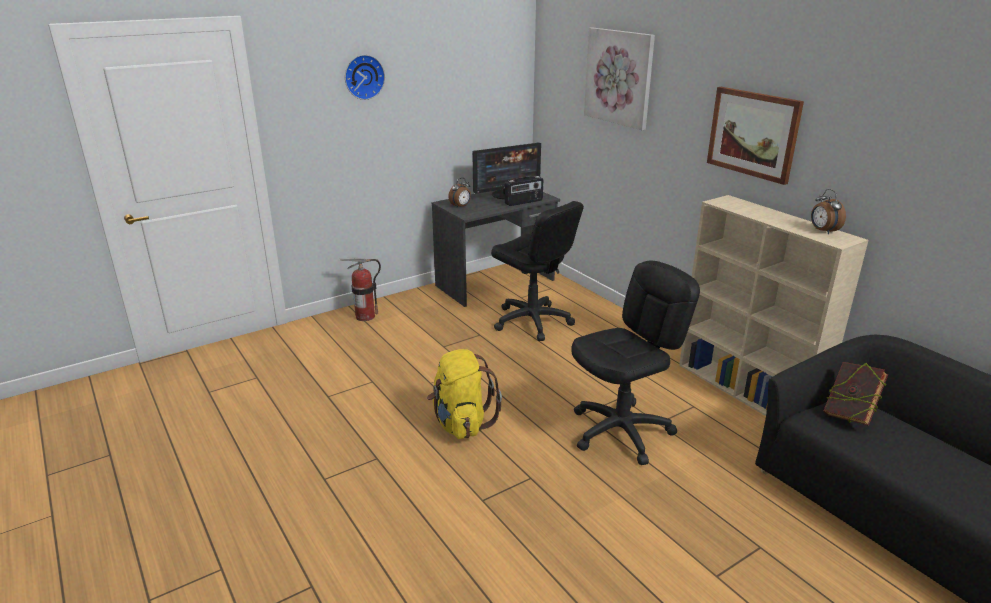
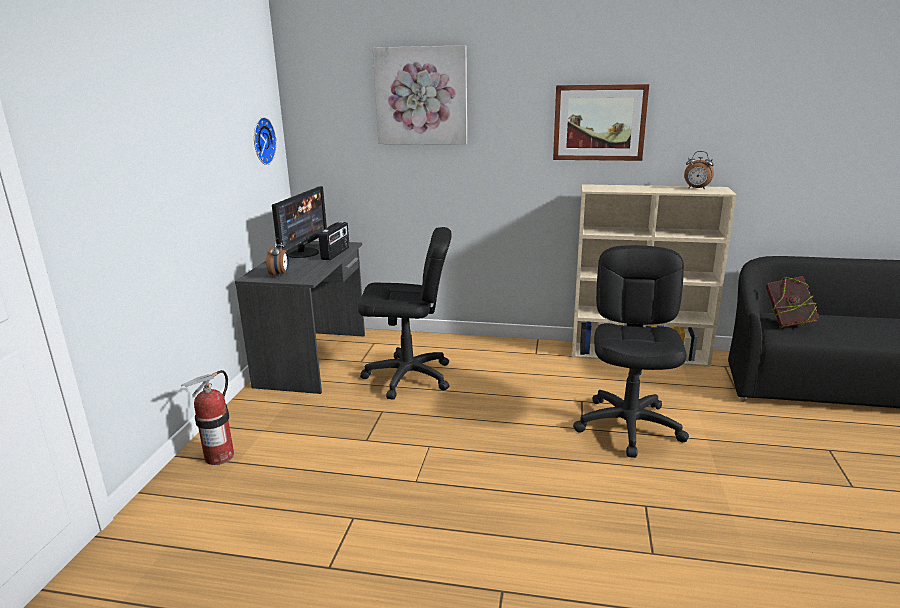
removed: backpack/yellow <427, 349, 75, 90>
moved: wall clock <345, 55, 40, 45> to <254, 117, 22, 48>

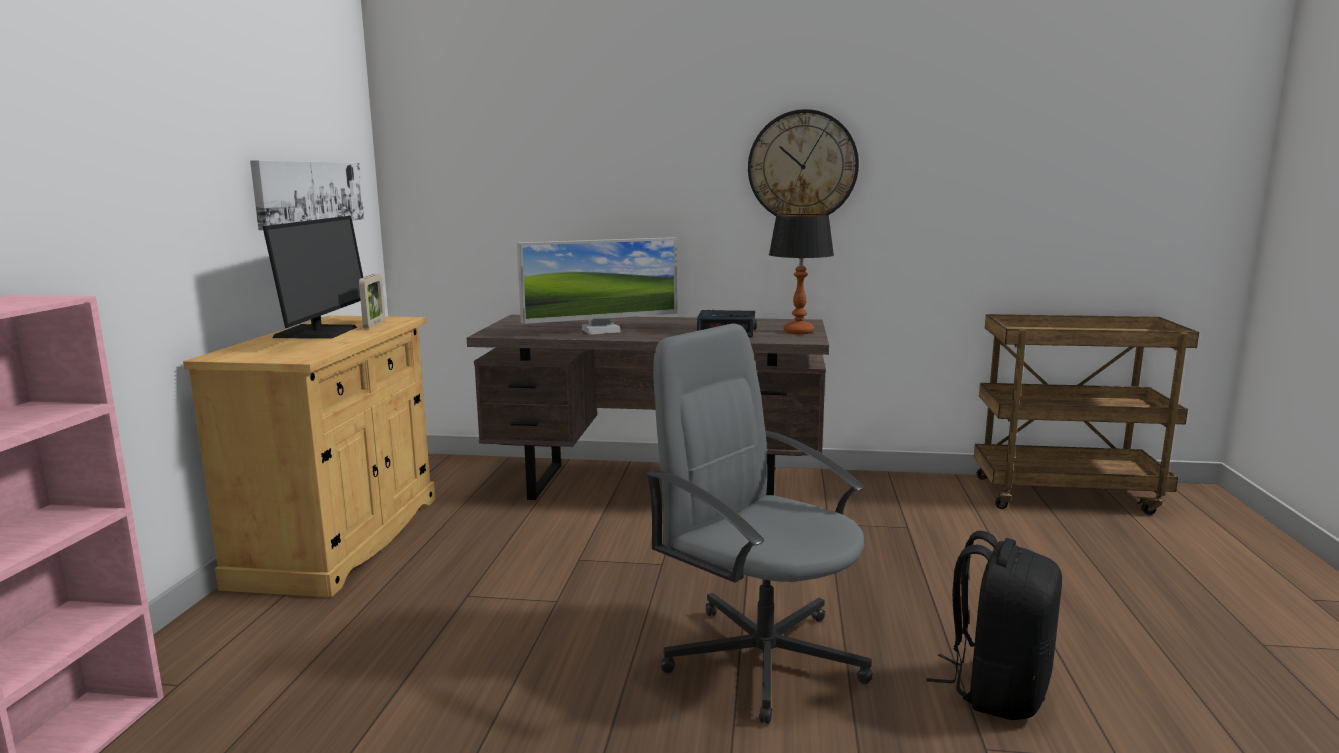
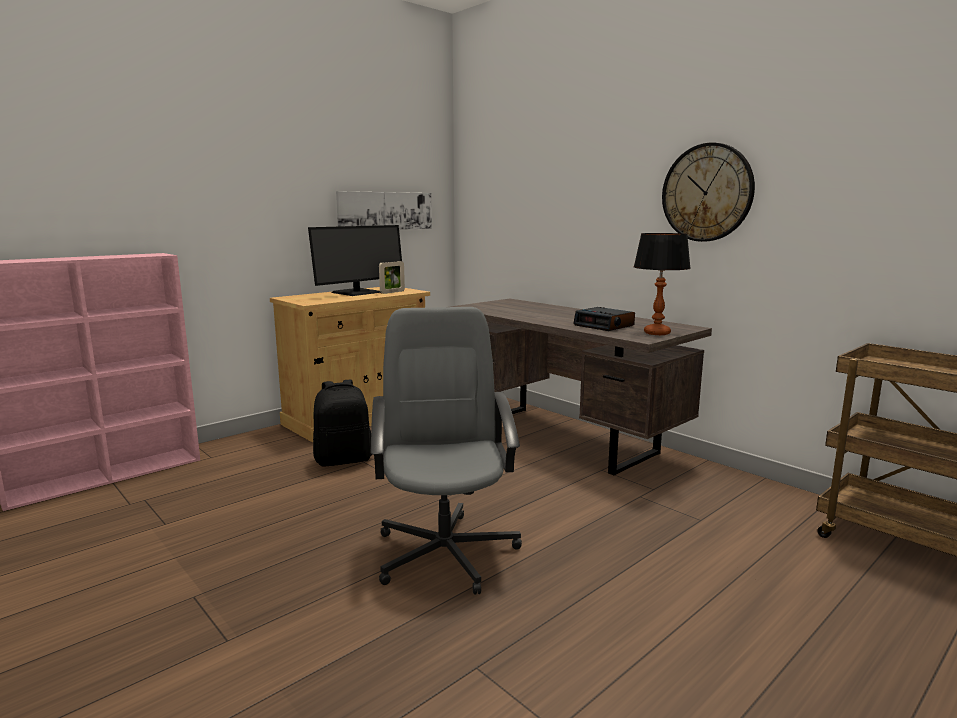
removed: monitor <517, 237, 160, 98>
moved: backpack/black <926, 531, 136, 189> to <313, 380, 59, 87>

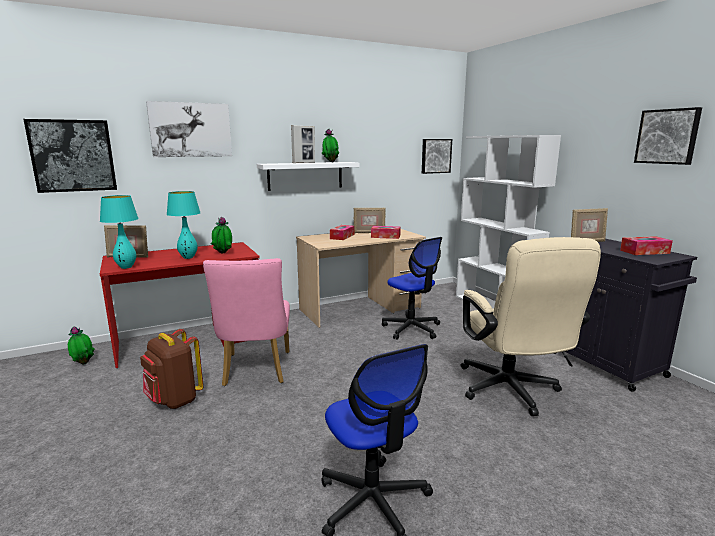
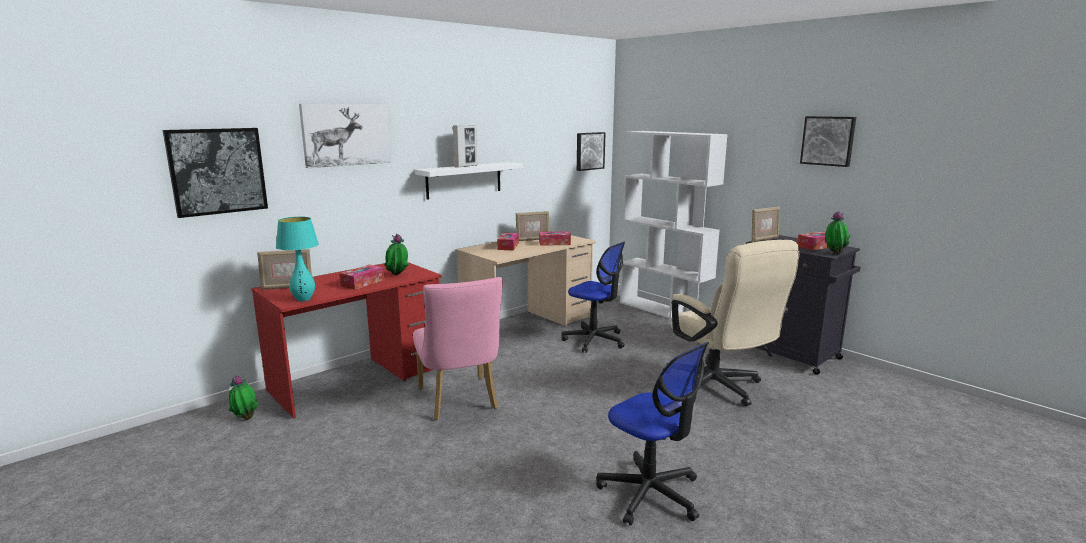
removed: backpack/brown <140, 329, 63, 80>
moved: potted plant <322, 129, 17, 33> to <826, 212, 24, 42>
replaced: table lamp/turquoise <167, 191, 34, 68> to tissue box <339, 265, 46, 25>

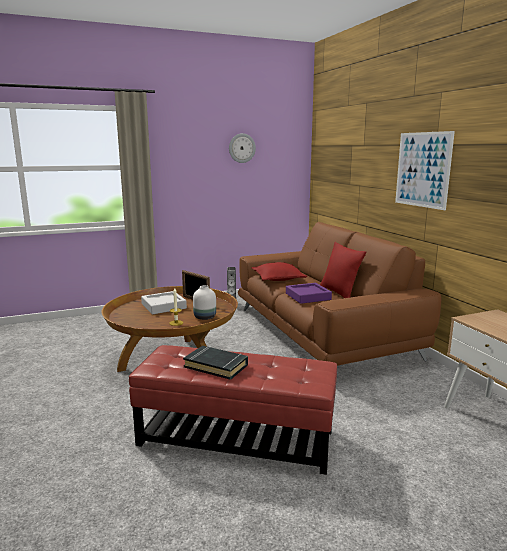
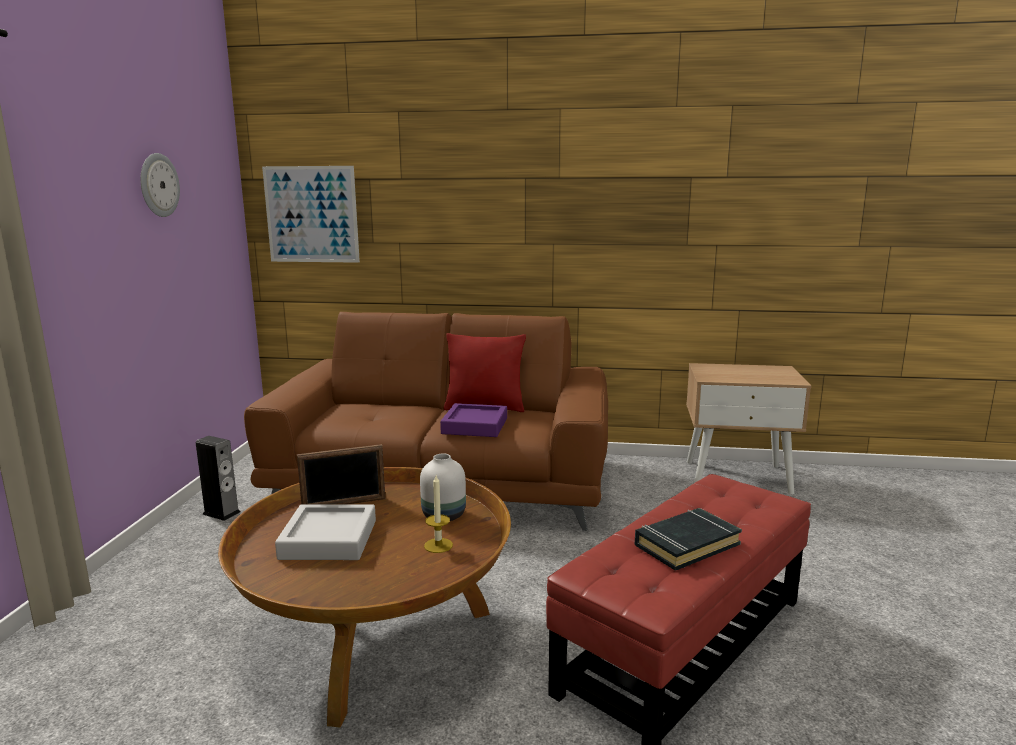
removed: pillow/red <252, 262, 55, 19>
moved: picture <395, 131, 60, 79> to <262, 166, 98, 97>

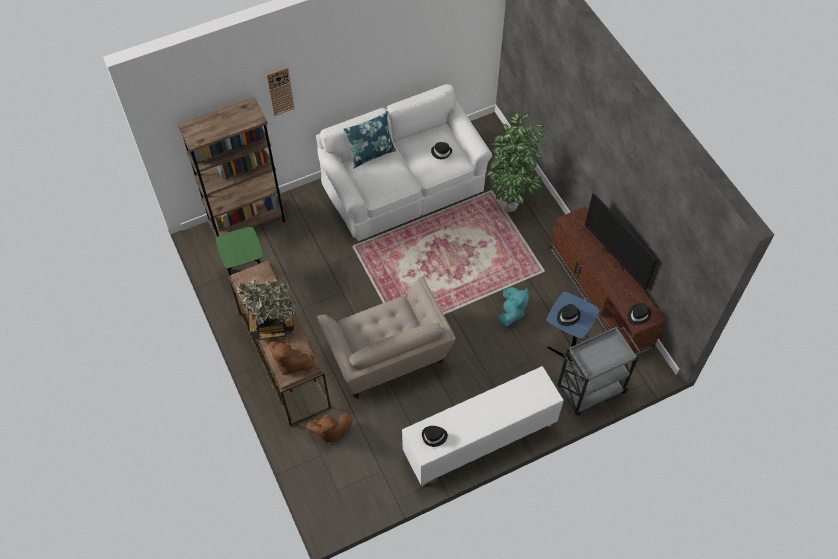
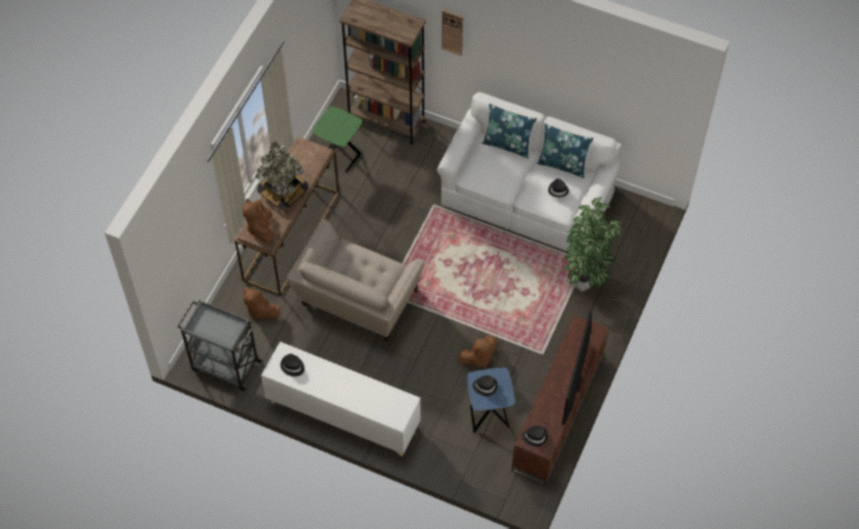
added: pillow/blue <536, 123, 58, 55>
moved: cart/grey <558, 326, 84, 89> to <177, 300, 85, 91>
recoloured: plush toy/turquoise <498, 287, 31, 40> to plush toy/brown <458, 334, 39, 34>

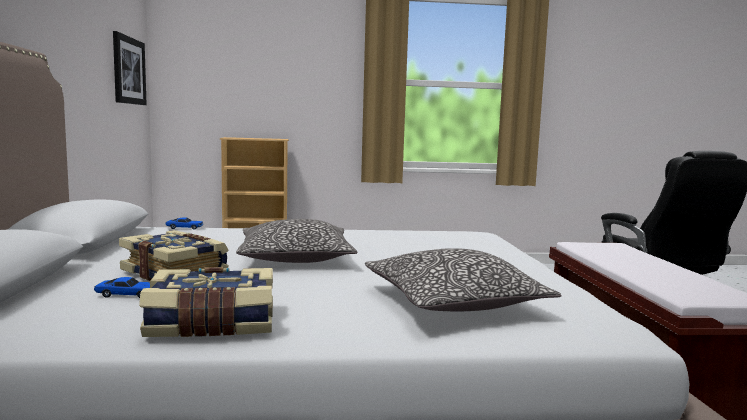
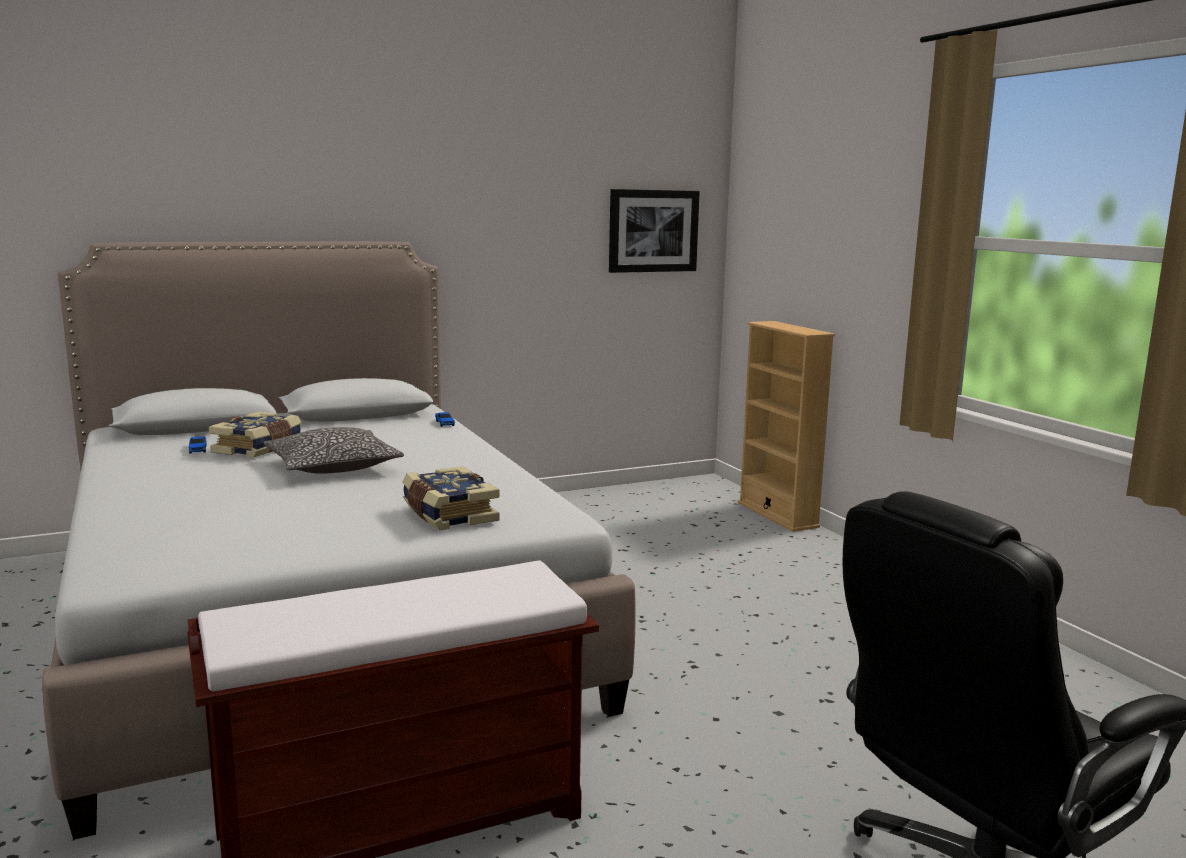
removed: pillow <365, 248, 197, 63>
moved: book <139, 267, 134, 70> to <403, 466, 97, 64>

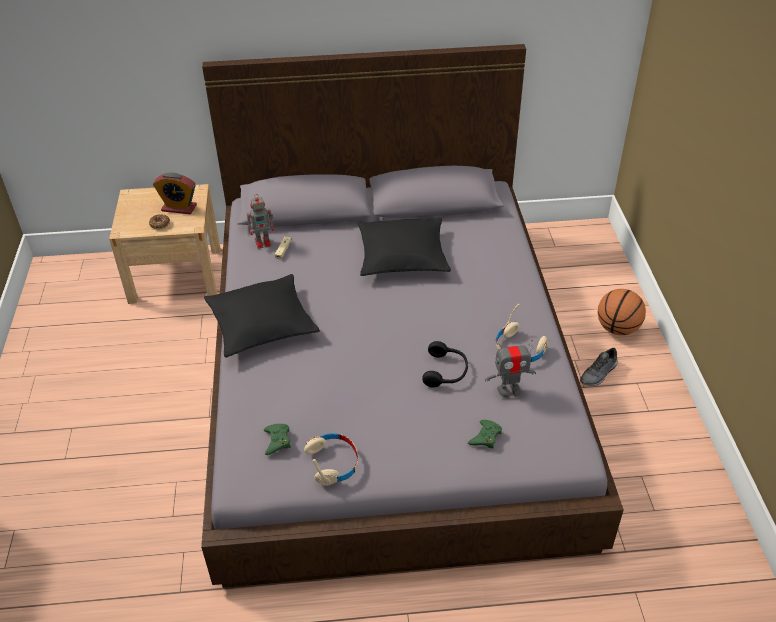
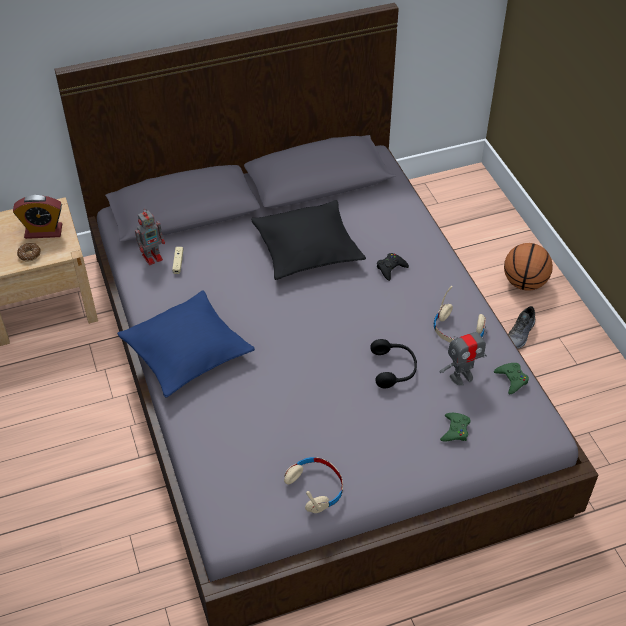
added: game controller/black <377, 253, 32, 28>
moved: game controller/green <264, 424, 27, 31> to <494, 363, 35, 31>
recoloured: pillow/black <204, 274, 116, 84> to pillow/blue <117, 290, 138, 108>

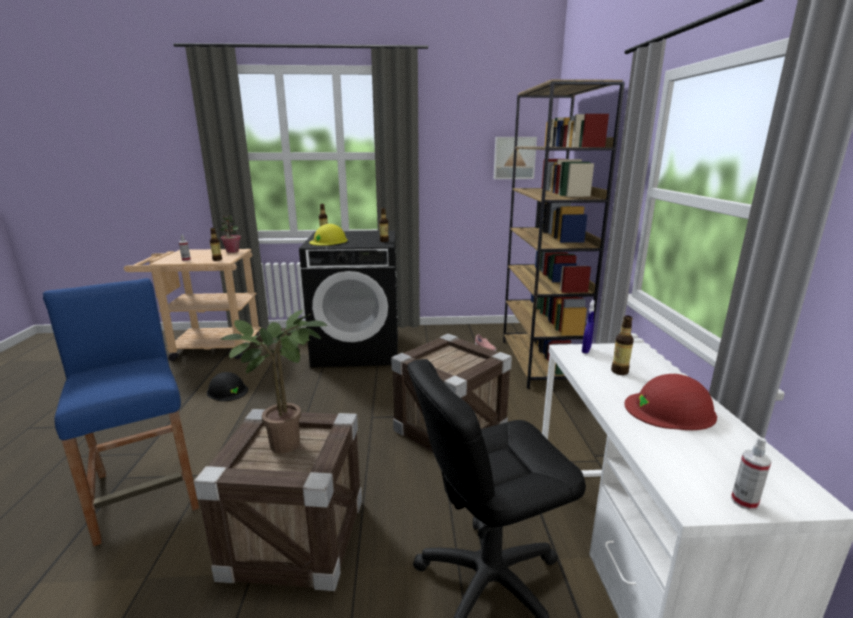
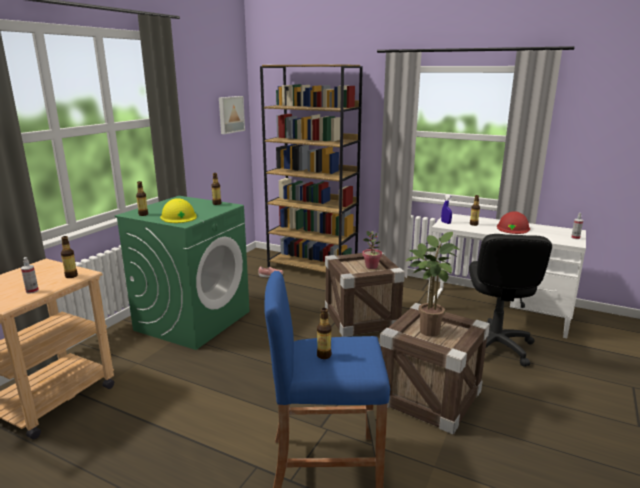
removed: hard hat/black <207, 372, 41, 29>
added: bottle <317, 308, 14, 51>
moved: potted plant <219, 215, 22, 38> to <362, 231, 20, 38>
recoloured: washing machine/black <299, 231, 99, 136> to washing machine/green <115, 196, 135, 154>

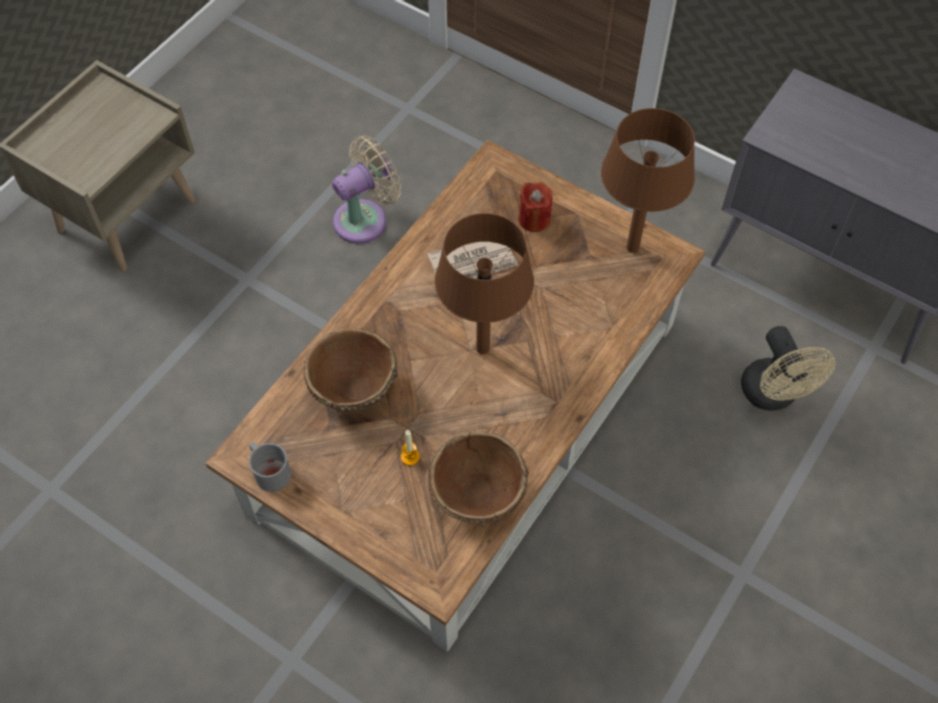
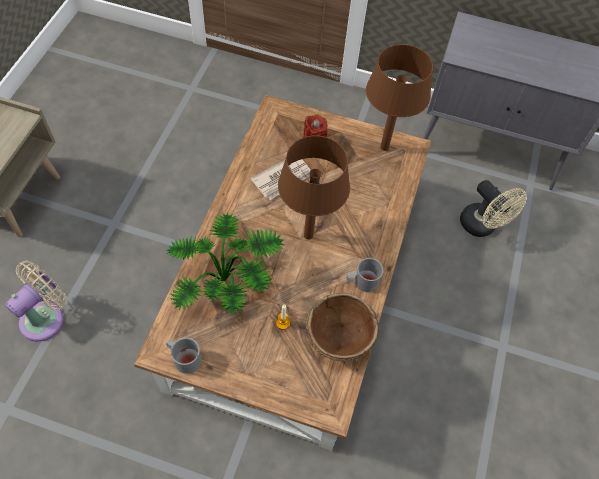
added: mug/grey <346, 258, 38, 34>
moved: fan/beige <332, 136, 69, 107> to <6, 261, 61, 81>
replaced: bowl/brown <303, 328, 95, 85> to potted plant <167, 213, 118, 102>

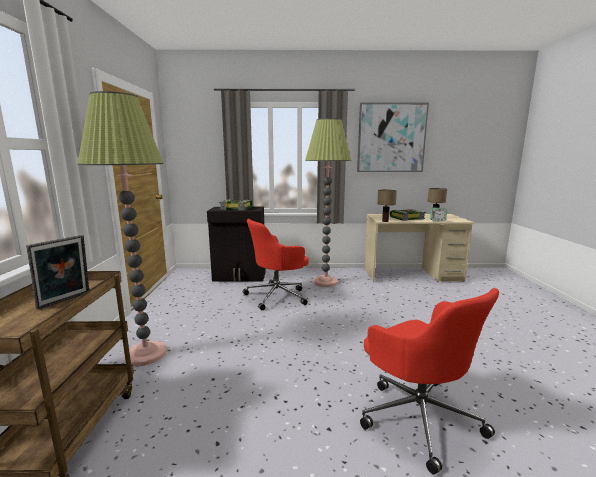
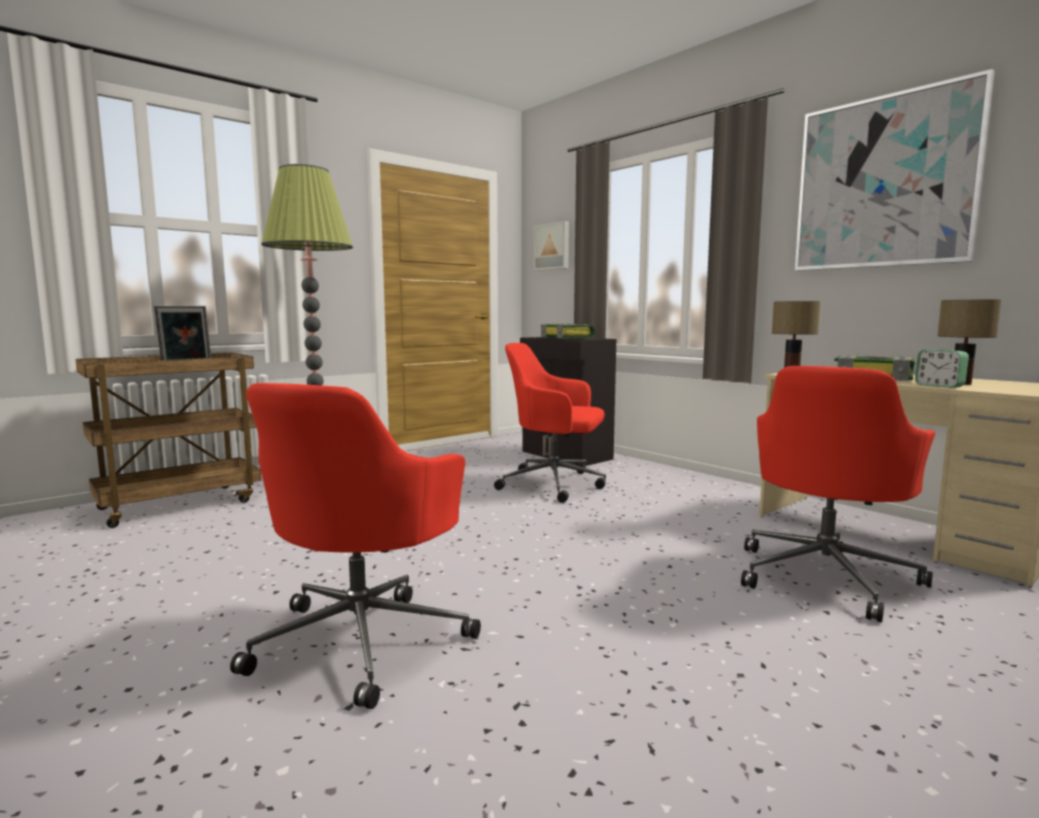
removed: floor lamp <305, 118, 46, 169>
added: picture <534, 221, 35, 50>; office chair/red <741, 366, 194, 256>

